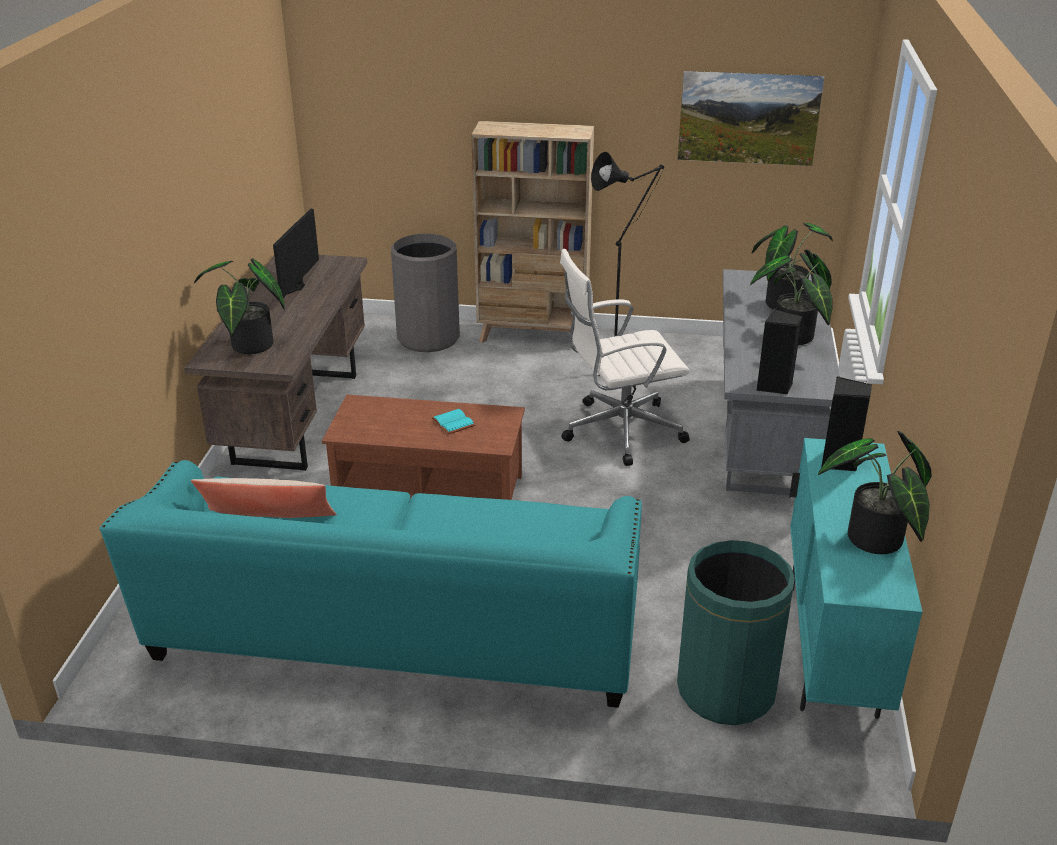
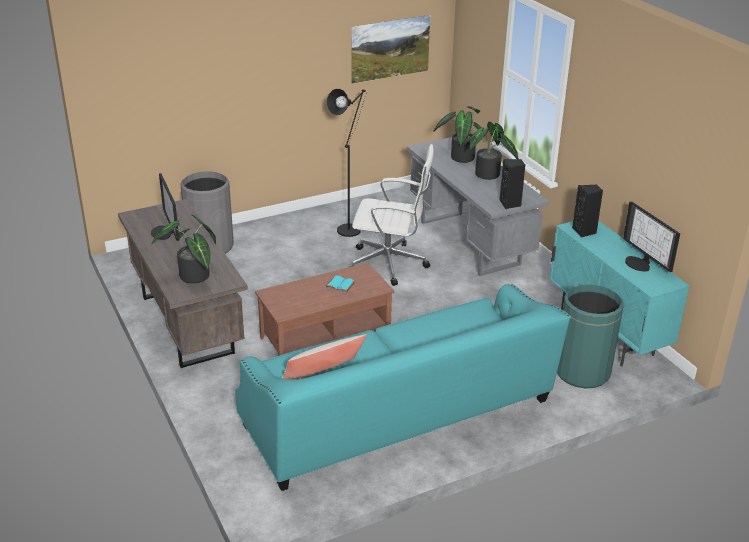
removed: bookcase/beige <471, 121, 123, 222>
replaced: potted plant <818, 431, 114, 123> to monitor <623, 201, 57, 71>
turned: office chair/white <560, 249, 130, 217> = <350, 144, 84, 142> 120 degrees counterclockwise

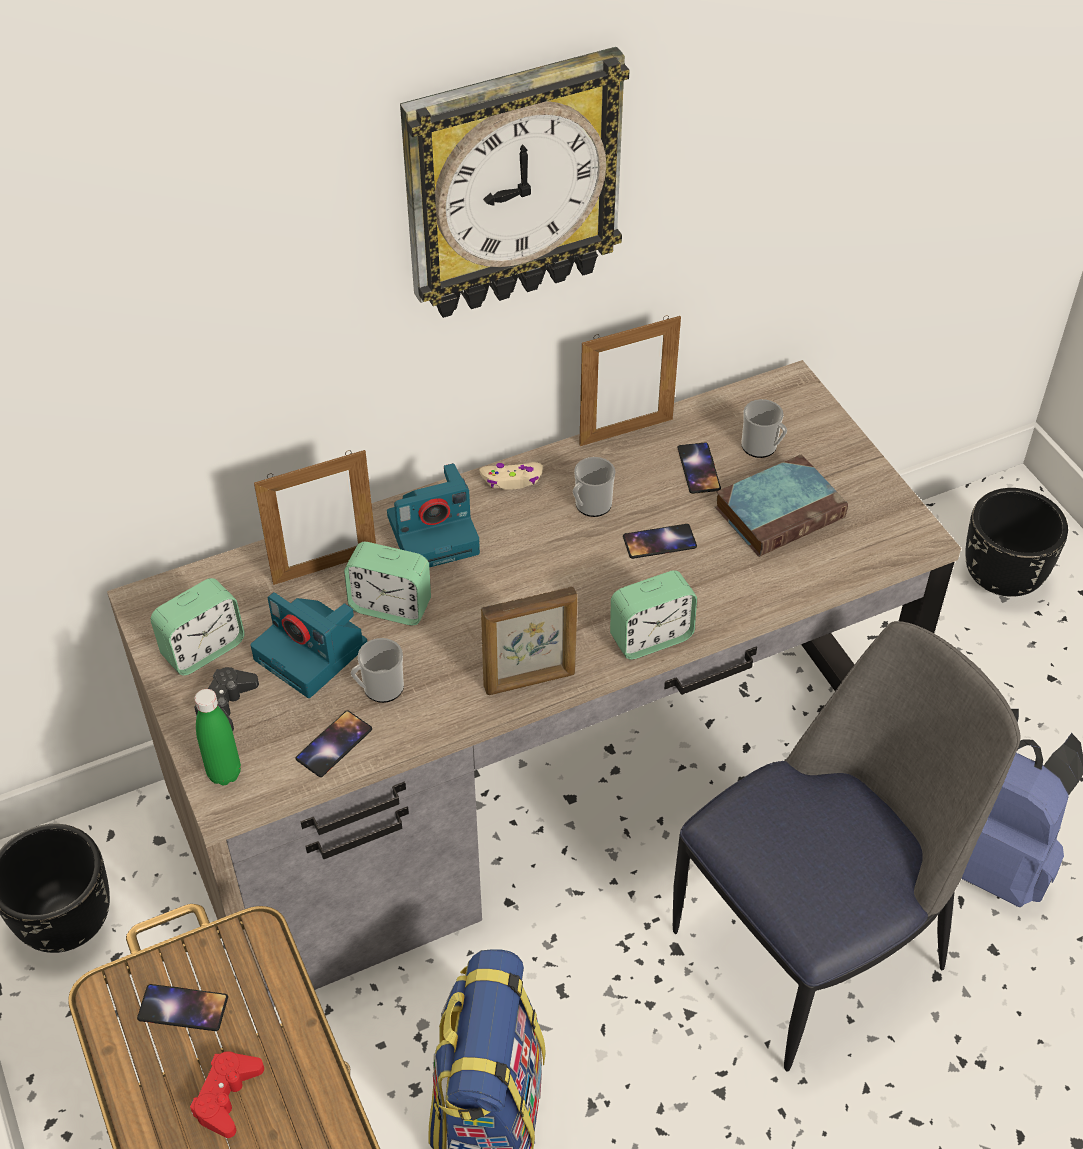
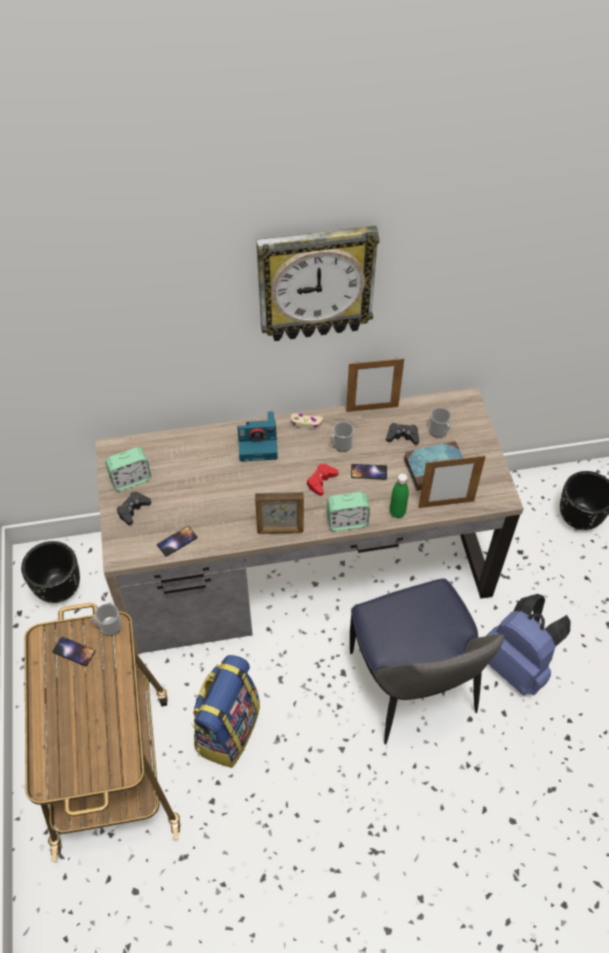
removed: photo camera <250, 592, 117, 106>; alarm clock <344, 542, 87, 83>
moved: mug <351, 638, 53, 65> to <90, 603, 32, 33>; game controller/red <190, 1051, 74, 87> to <306, 464, 32, 32>; bottle/green <195, 689, 46, 96> to <390, 473, 19, 45>; picture frame <254, 450, 122, 135> to <418, 455, 68, 53>
replaced: phone <677, 443, 44, 51> to game controller/black <386, 423, 33, 22>
turned: chair <673, 621, 347, 451> = <350, 578, 154, 167> 90 degrees clockwise

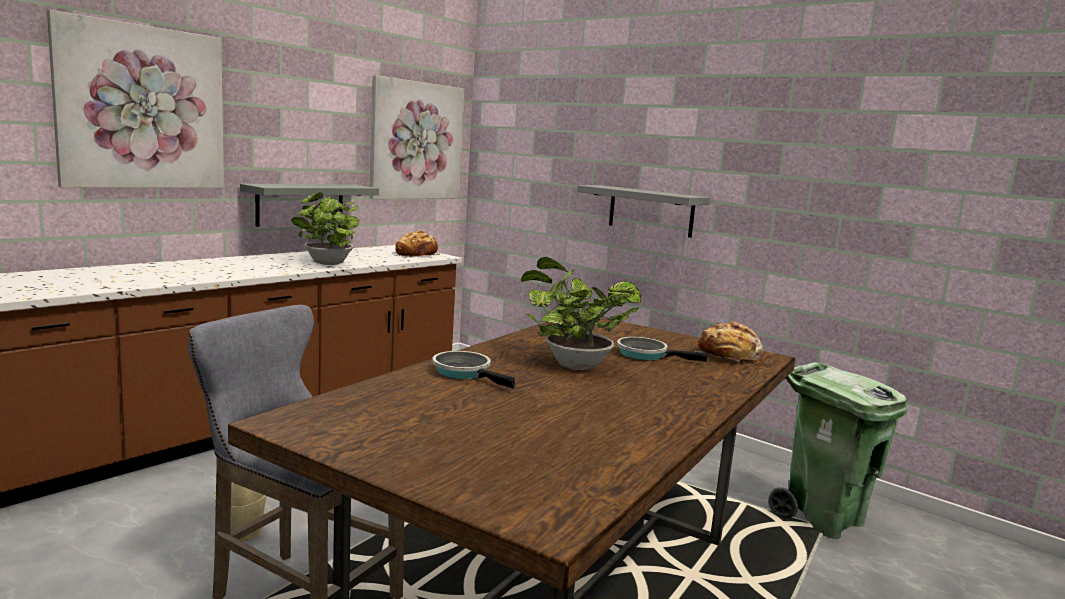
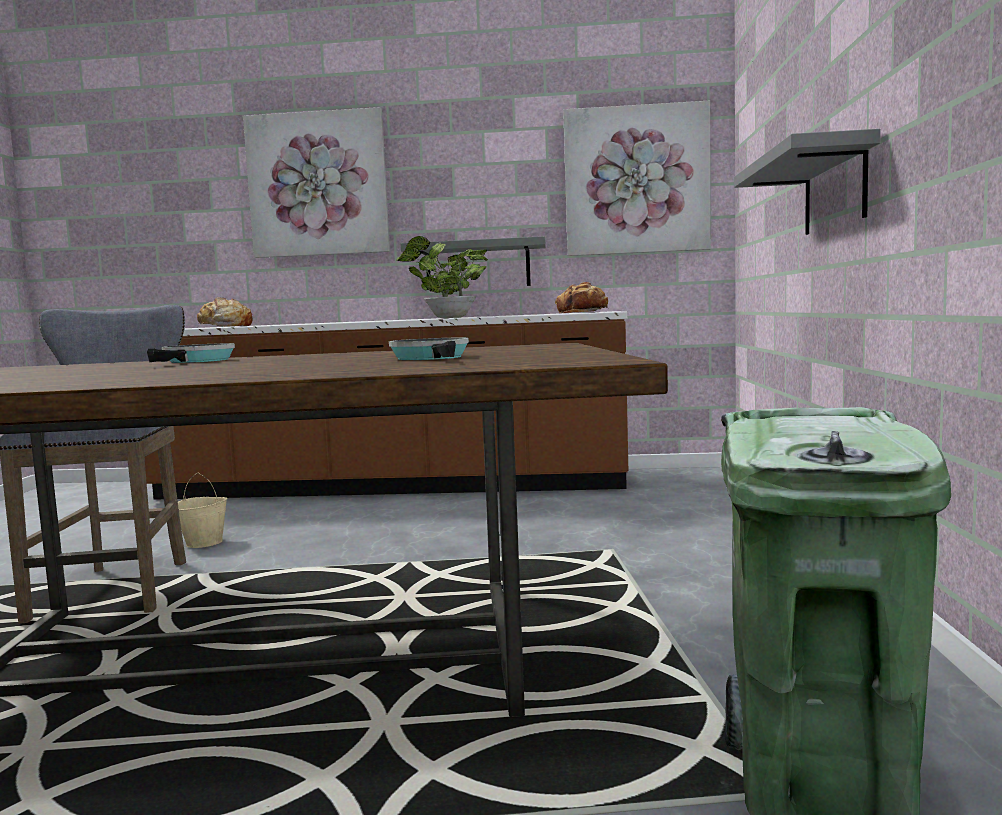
removed: potted plant <521, 257, 120, 113>
moved: bread <694, 321, 69, 41> to <197, 297, 56, 29>

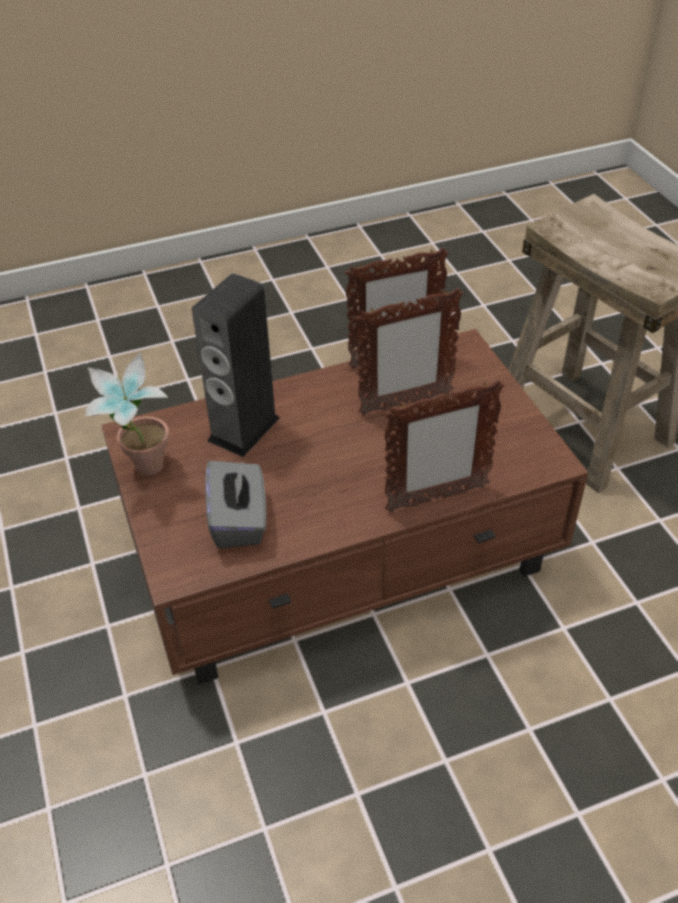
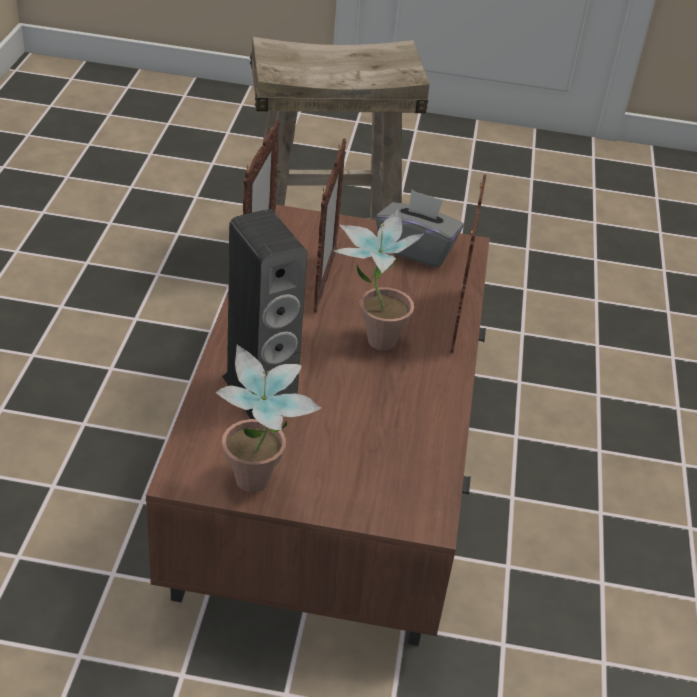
added: potted plant <332, 209, 92, 141>
moved: tissue box/grey <205, 461, 61, 87> to <376, 190, 88, 77>

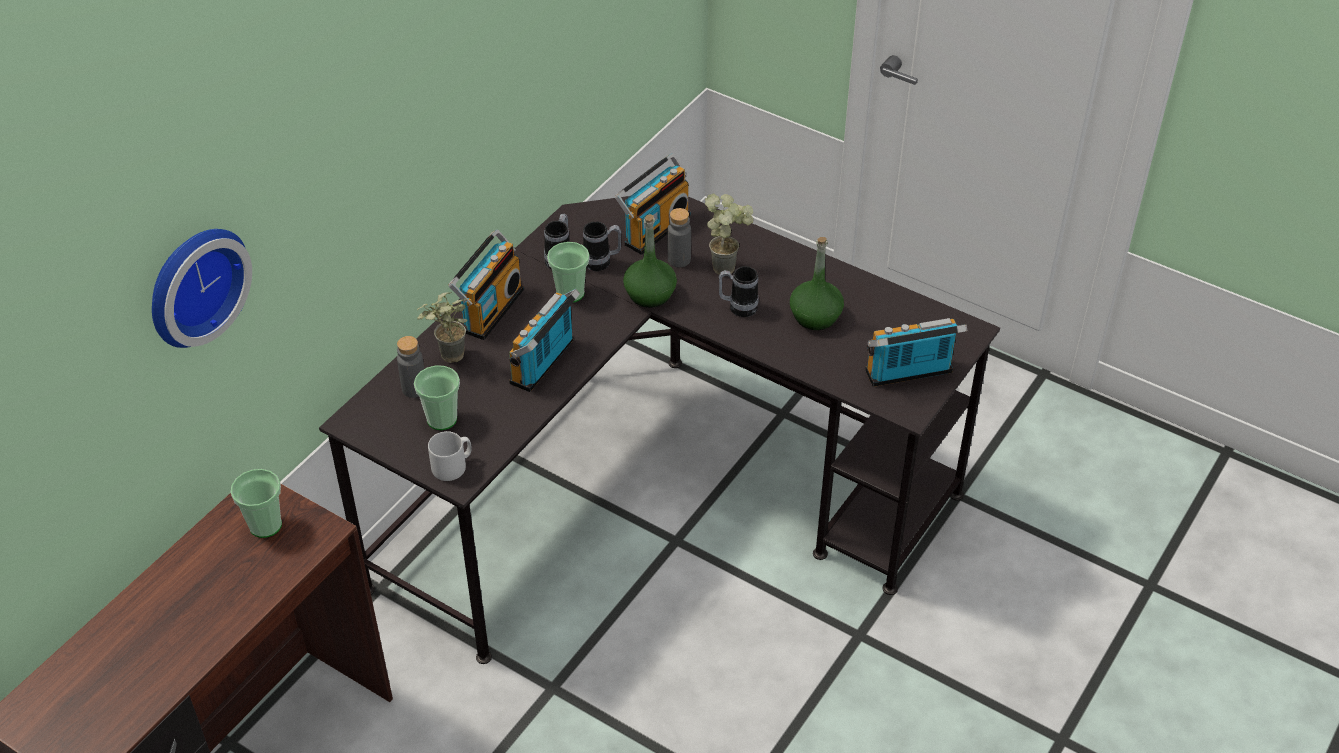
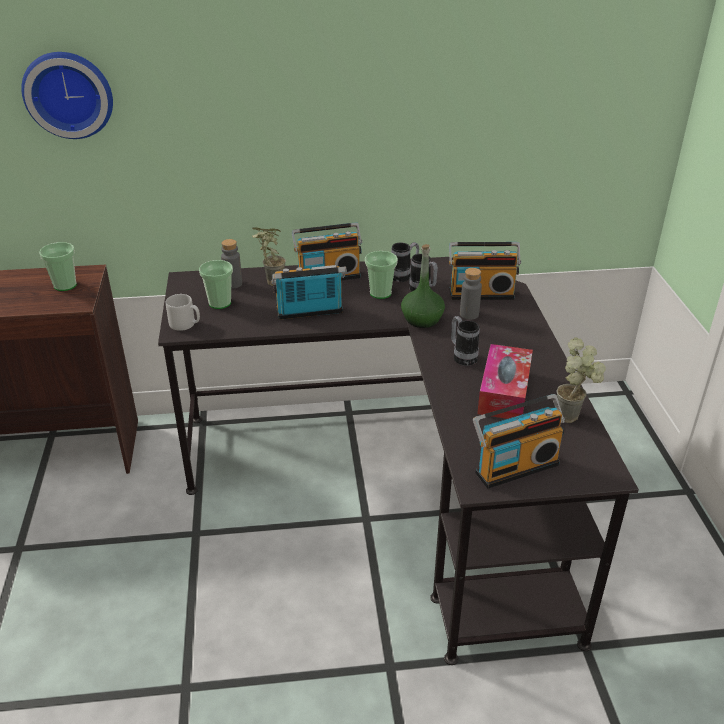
moved: potted plant <705, 194, 48, 81> to <557, 337, 49, 86>
replaced: bottle/green <790, 237, 54, 93> to tissue box <477, 344, 56, 75>
turned: radio <865, 318, 102, 69> = <473, 394, 92, 95> 120 degrees clockwise

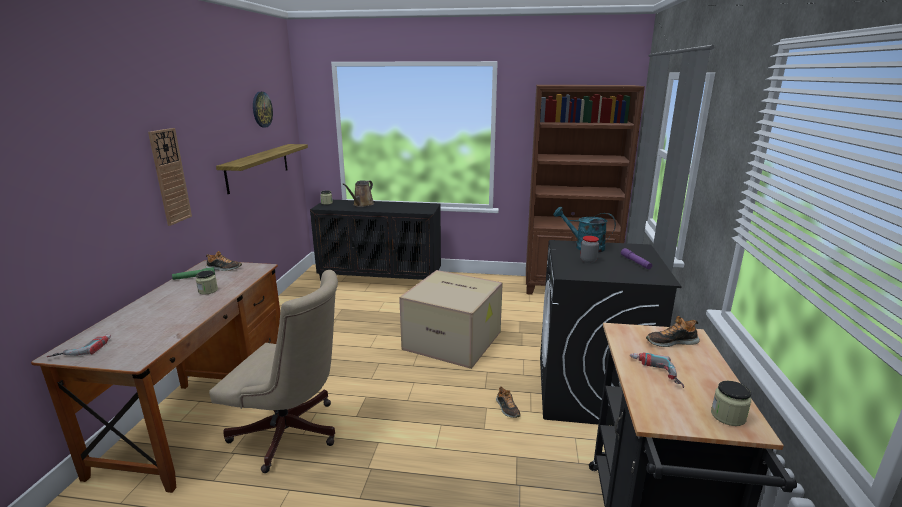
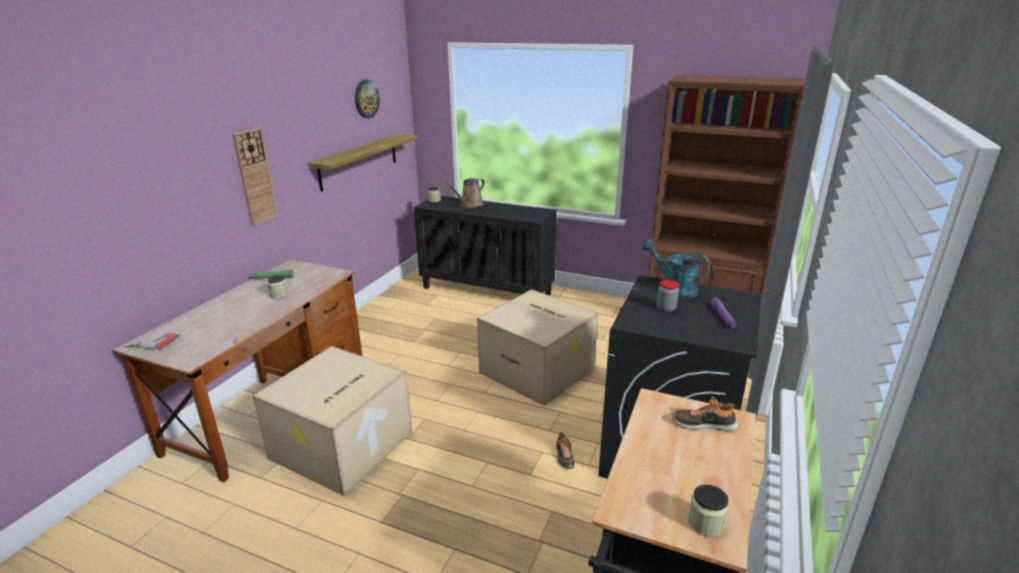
removed: shoe <206, 251, 36, 20>; power drill <630, 352, 54, 36>
replaced: office chair/beige <209, 270, 129, 203> to cardboard box <253, 346, 159, 150>

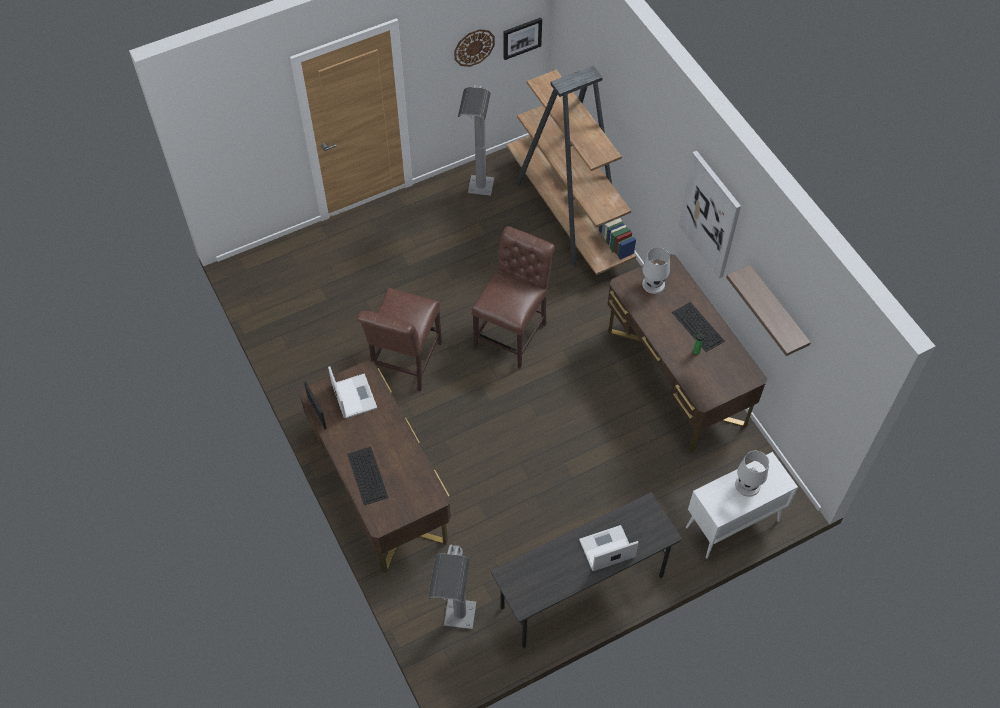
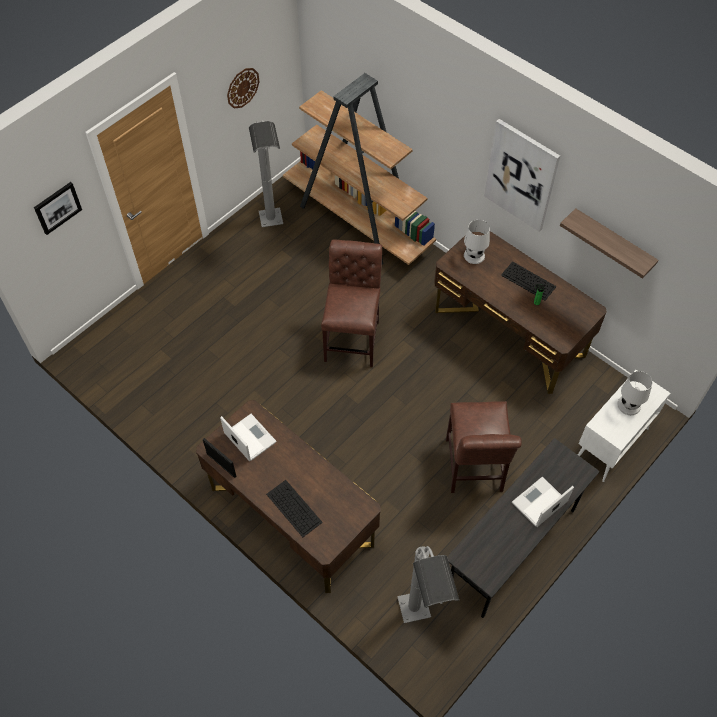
moved: picture <503, 17, 39, 43> to <34, 182, 48, 53>; chair/brown <357, 287, 85, 104> to <446, 401, 76, 92>

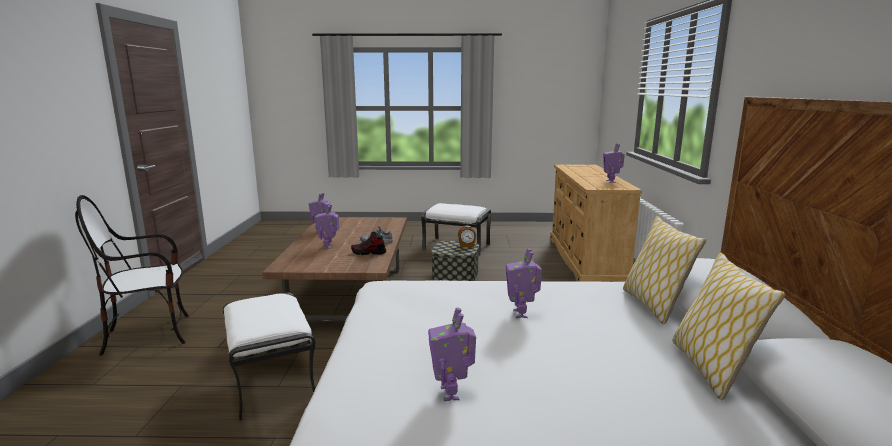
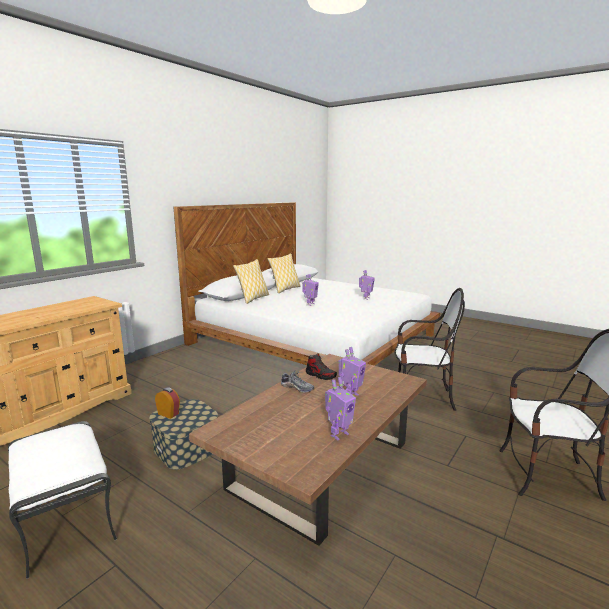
removed: toy robot <603, 144, 22, 39>
replaced: ottoman/white <223, 292, 92, 129> to chair <394, 288, 71, 123>

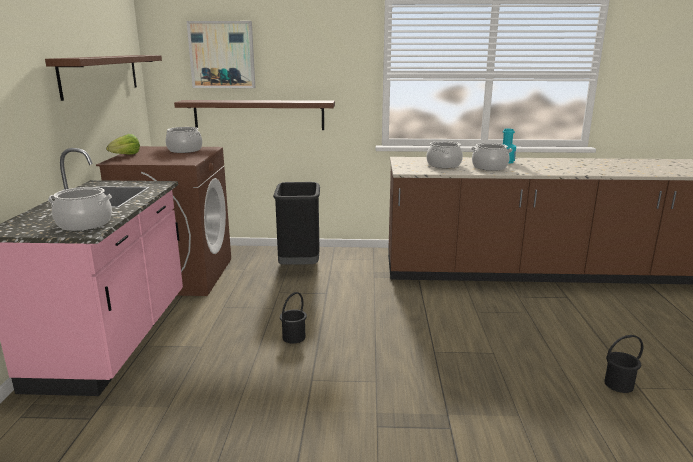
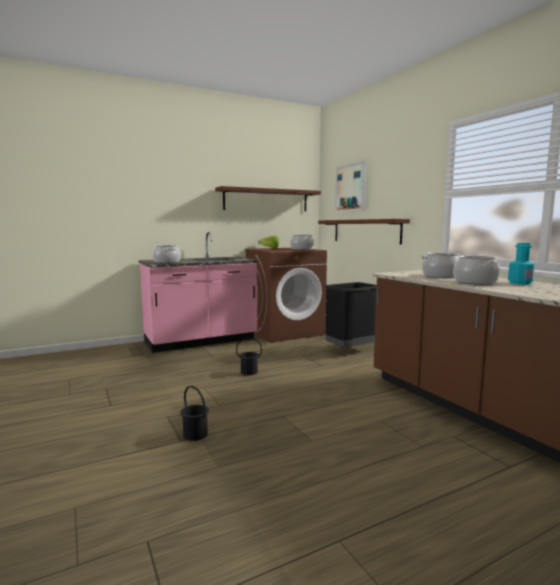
moved: bucket/black <604, 335, 40, 58> to <180, 386, 29, 55>

